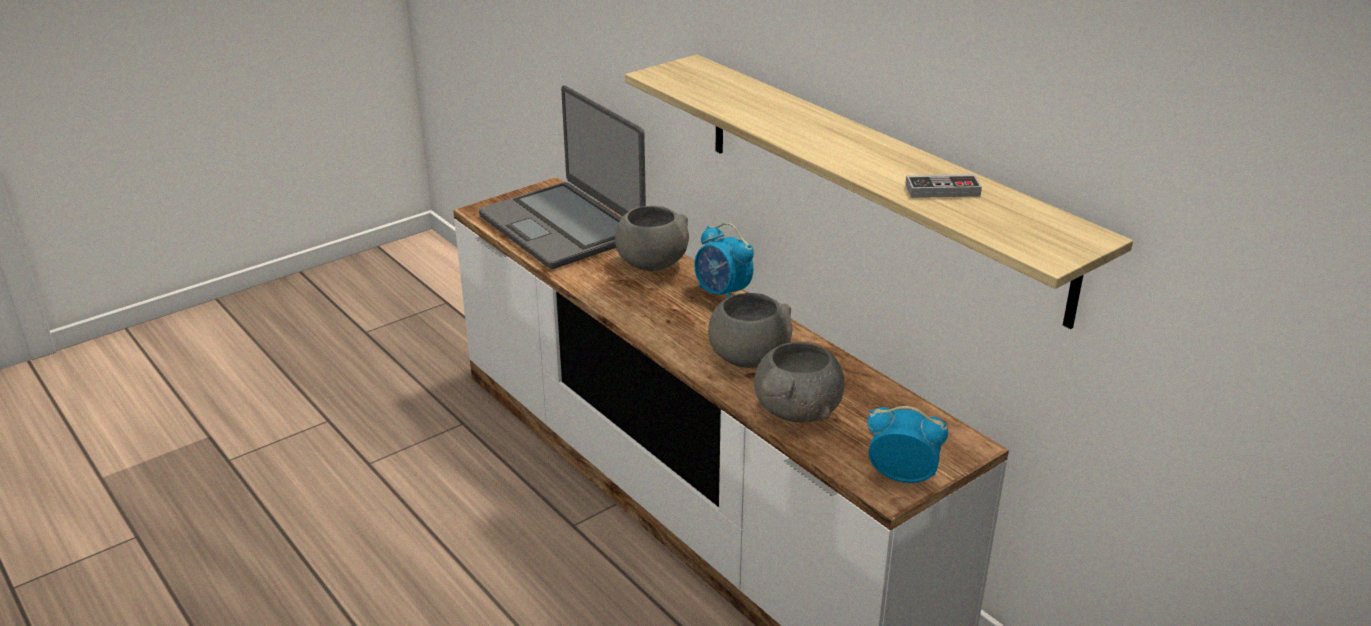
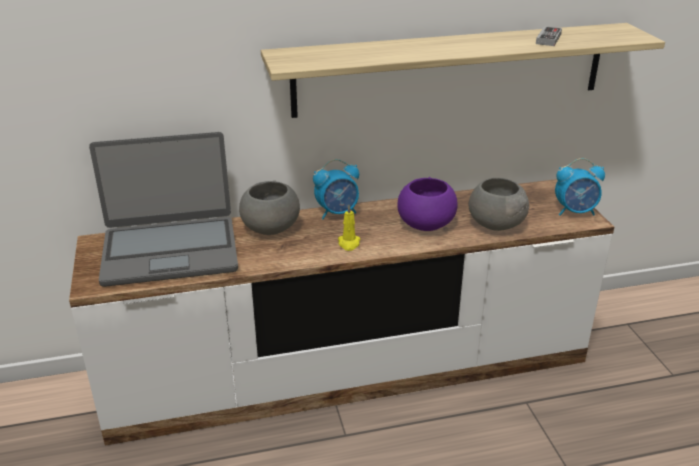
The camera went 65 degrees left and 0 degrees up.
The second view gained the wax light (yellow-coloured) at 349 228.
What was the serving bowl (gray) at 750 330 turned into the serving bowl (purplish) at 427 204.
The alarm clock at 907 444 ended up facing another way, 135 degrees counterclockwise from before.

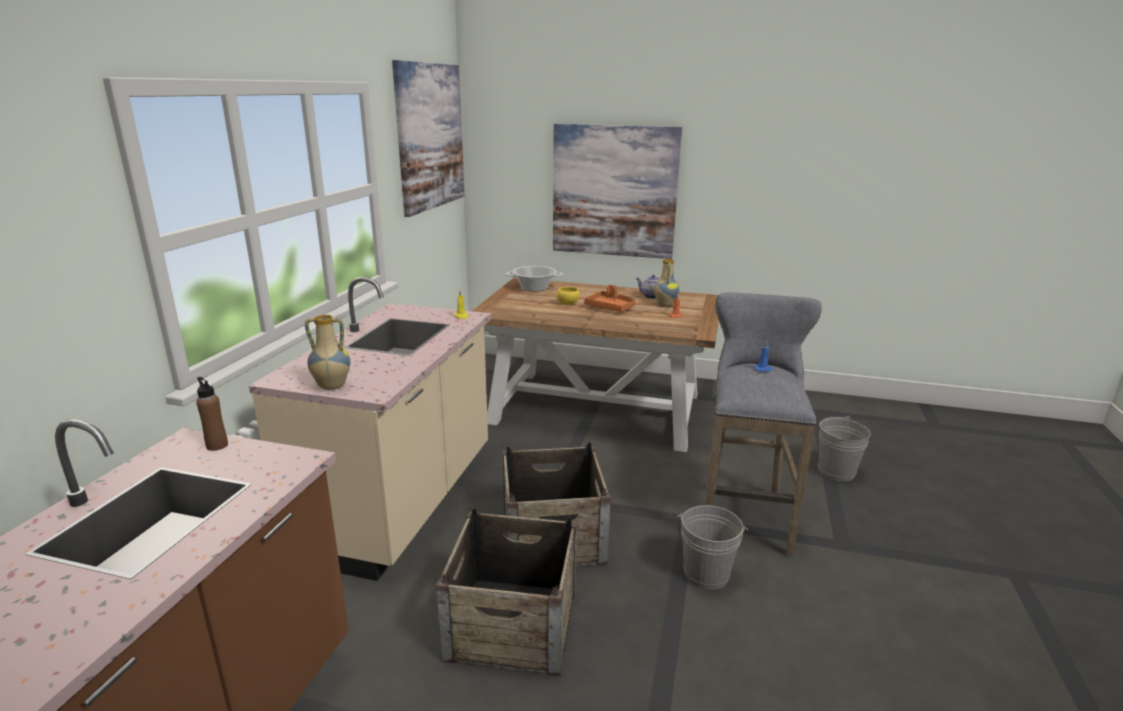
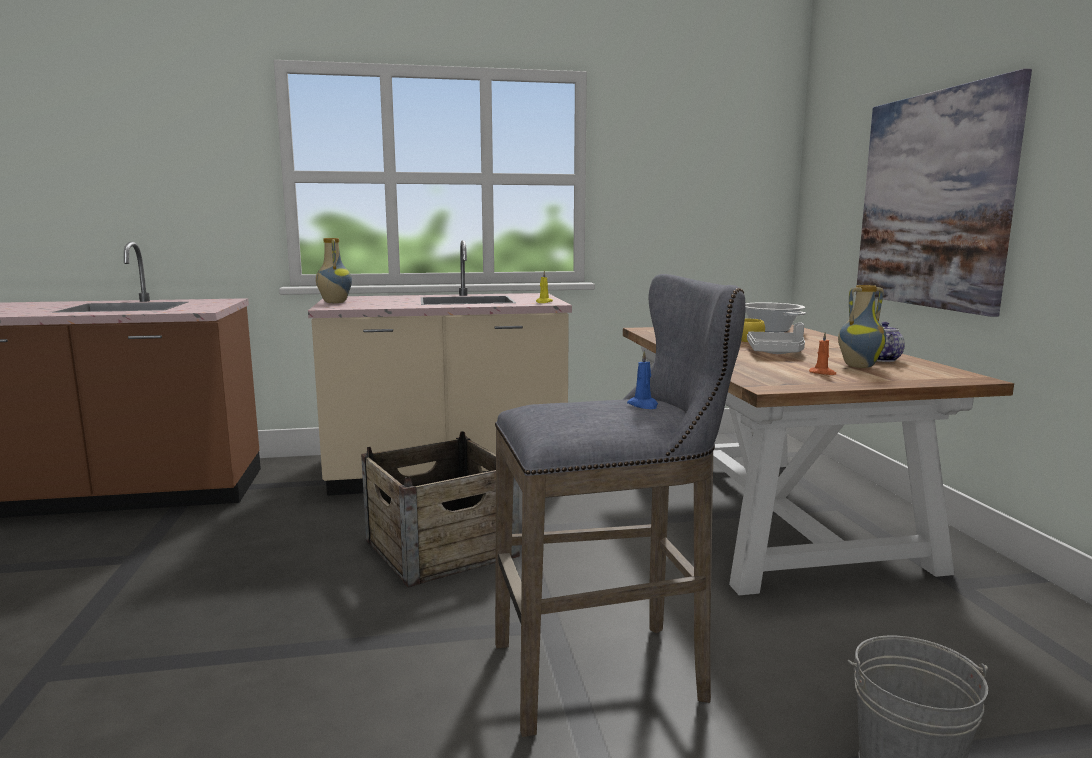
The camera went 65 degrees right and 10 degrees down.
The second view lost the bottle (brown-coloured) at 212 414.
The second view lost the wall art at 428 138.
The second view lost the packing crate at 506 592.
The second view lost the pail (gray) at 712 547.
What was the serving tray (orange) at 610 298 turned into the serving tray (gray) at 776 338.

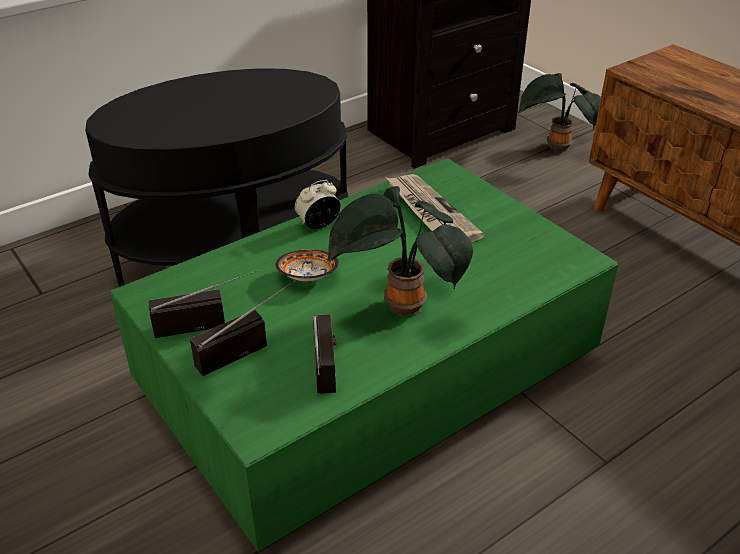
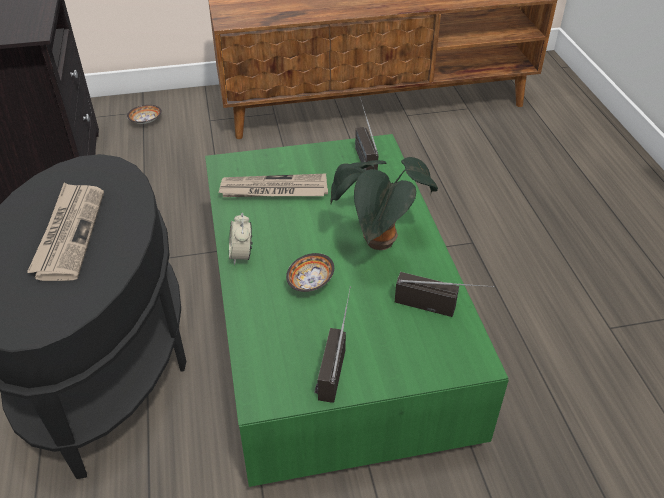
The camera went 65 degrees left and 5 degrees up.
The second view gained the newspaper at 65 232.
The radio receiver ended up elsewhere, having gone from 243 328 to 366 133.
Where the plant in a pot stood at 559 112, the serving bowl came to stand at 144 114.

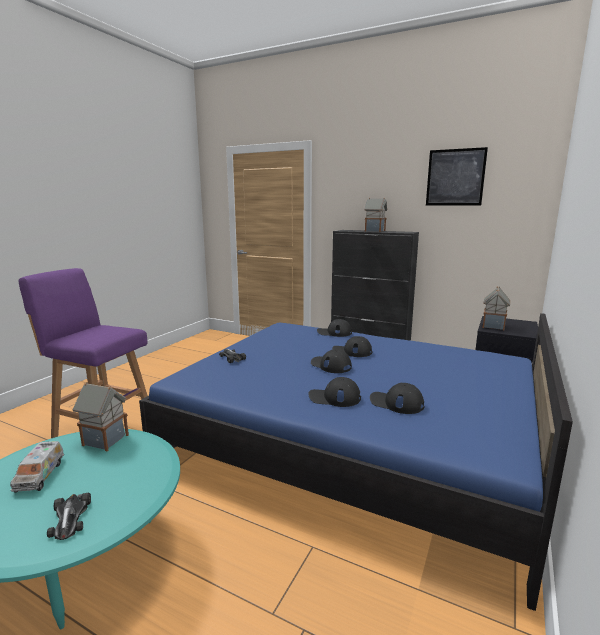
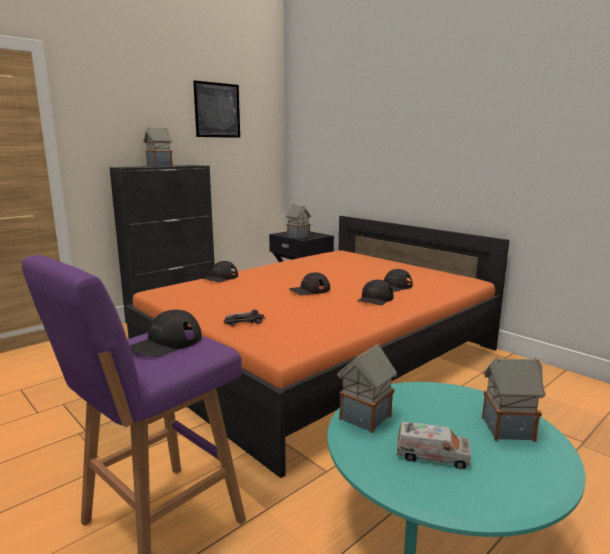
The camera went 70 degrees left and 0 degrees up.
The peaked cap (black-coloured) ended up elsewhere, having gone from 352 346 to 165 333.
Where the toy car stood at 69 516, the miniature house came to stand at 514 399.
What was the bedroom bed (bluish) at 356 462 turned into the bedroom bed (orange) at 317 347.

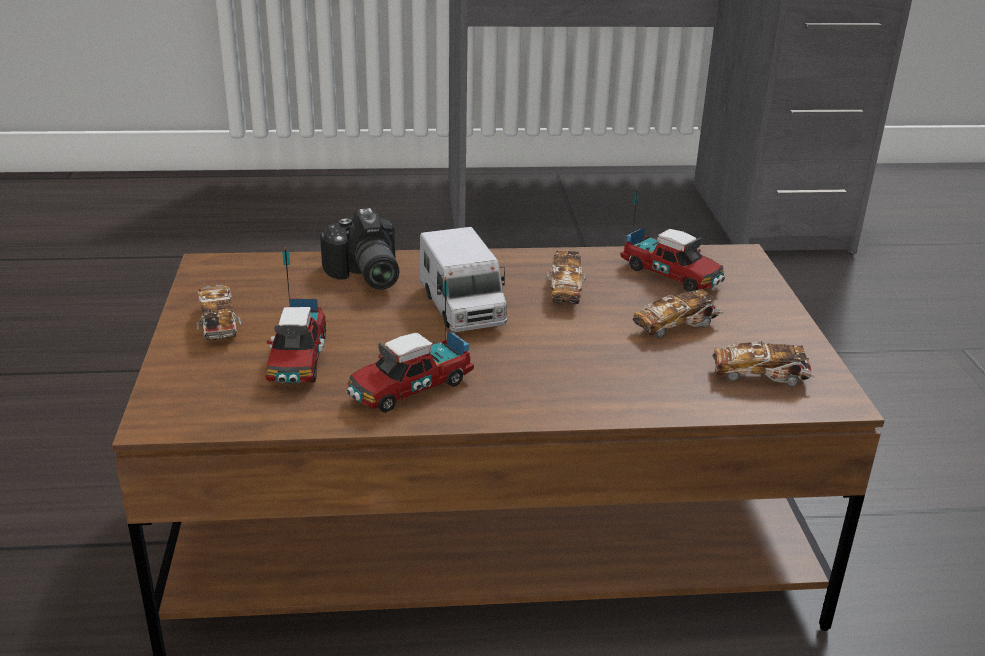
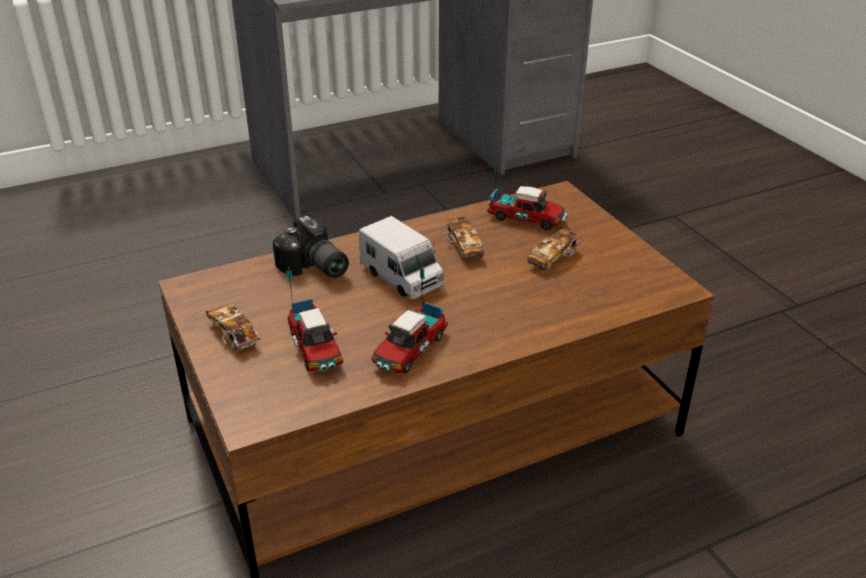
The camera went 20 degrees left and 5 degrees up.
The second view lost the toy car at 764 364.

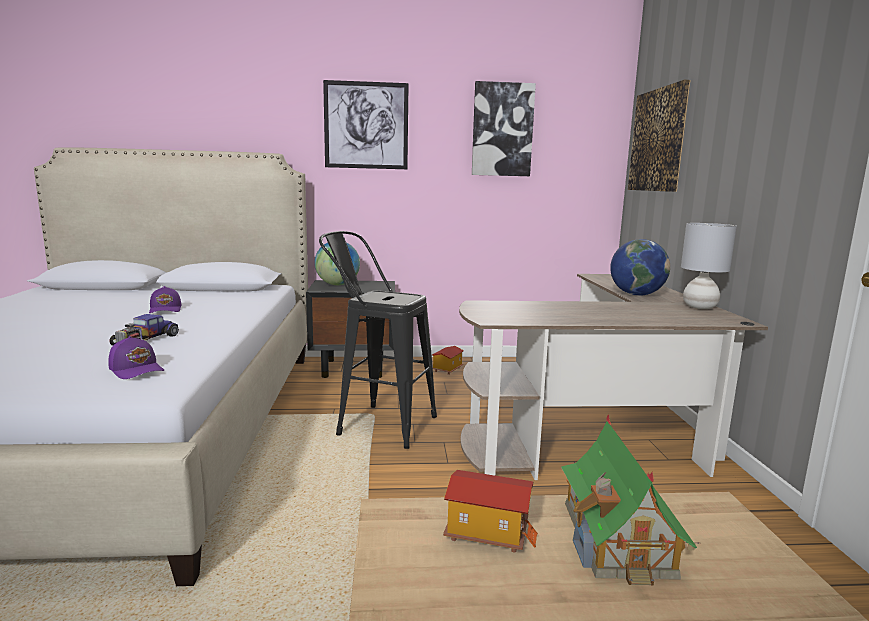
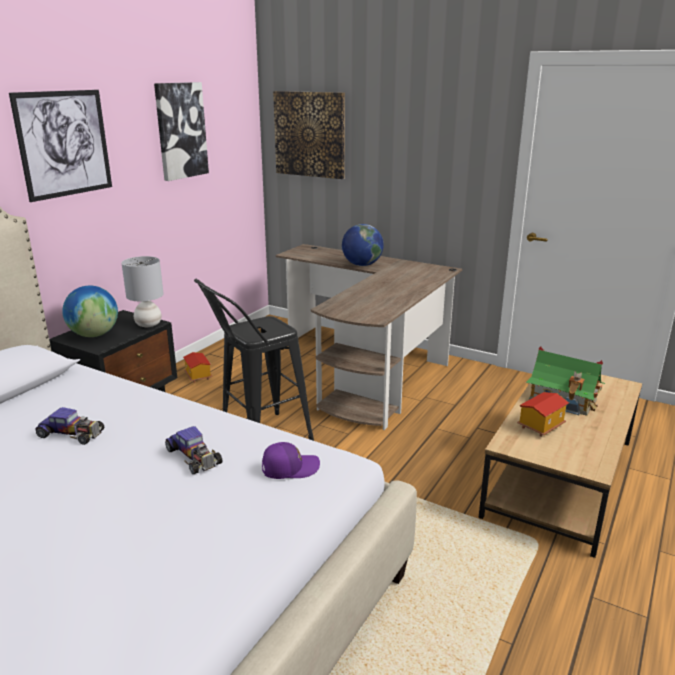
The camera went 55 degrees left and 10 degrees up.
The lamp for a table (gray) ended up elsewhere, having gone from 709 266 to 142 291.
Where the peaked cap (purplish) stood at 165 299, the toy car came to stand at 69 426.

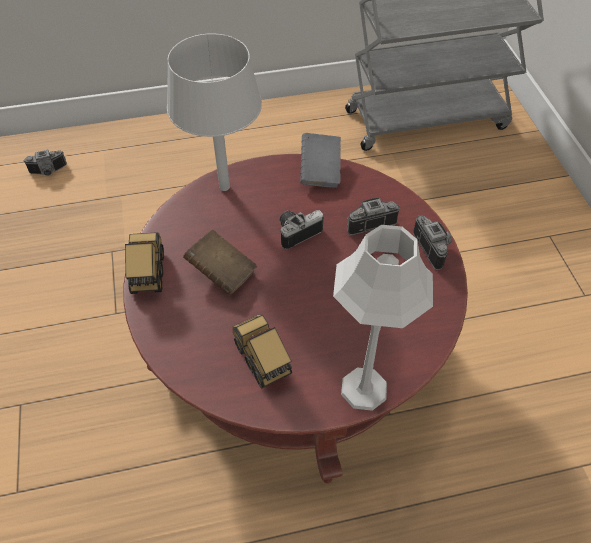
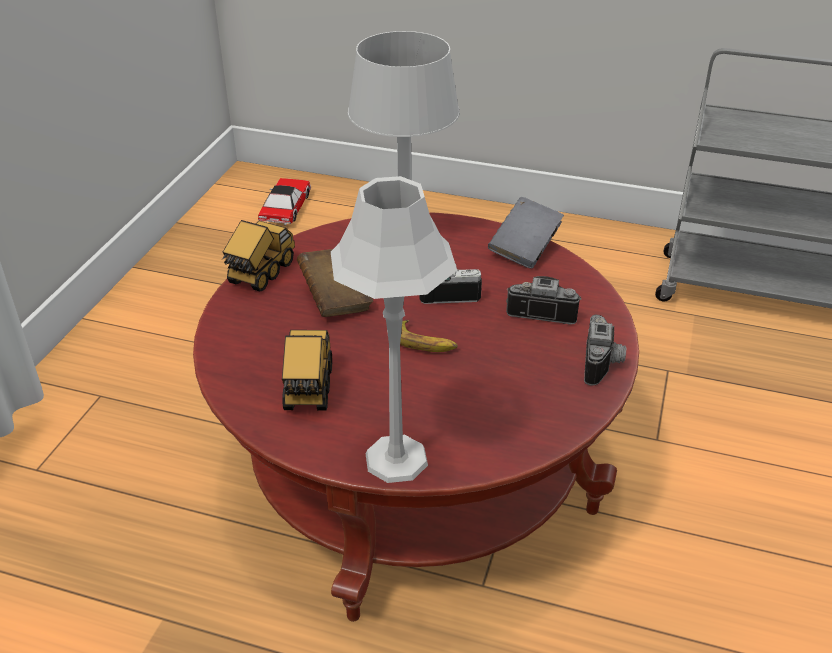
The camera went 30 degrees right and 15 degrees down.
The second view gained the banana fruit at 429 336.
Where the photo camera stood at 45 163, the toy car came to stand at 284 201.

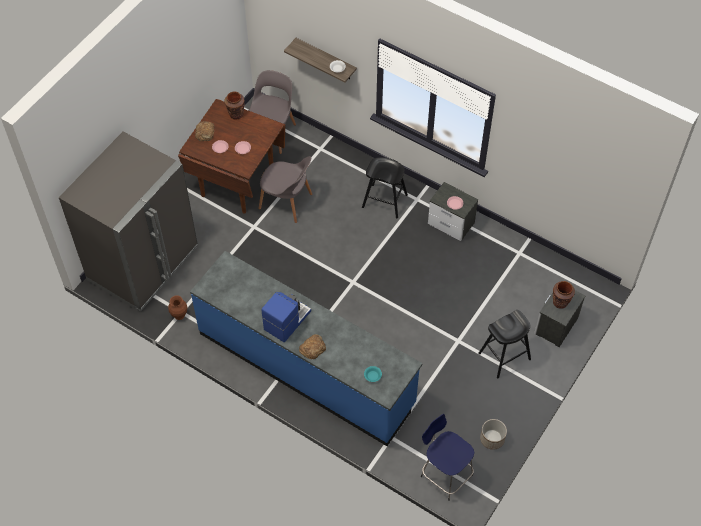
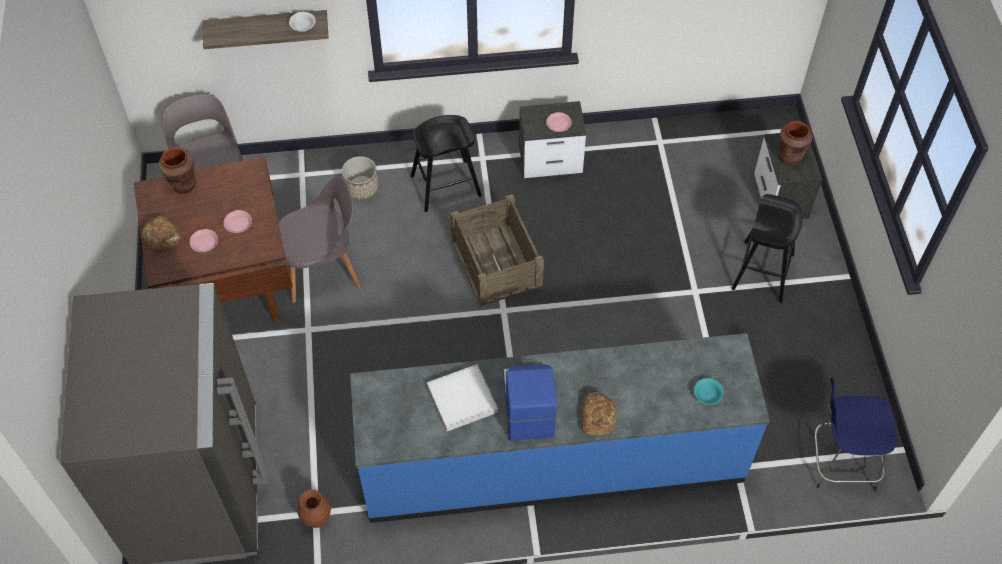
The camera went 40 degrees left and 0 degrees up.
The second view gained the serving tray (white-coloured) at 462 397.
The second view gained the packing crate at 497 250.
The flower pot ended up elsewhere, having gone from 493 434 to 360 178.

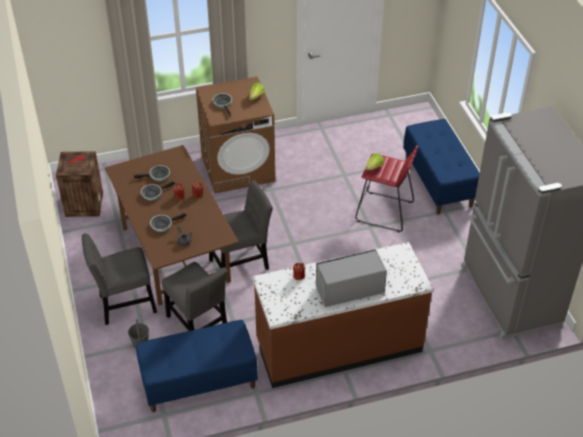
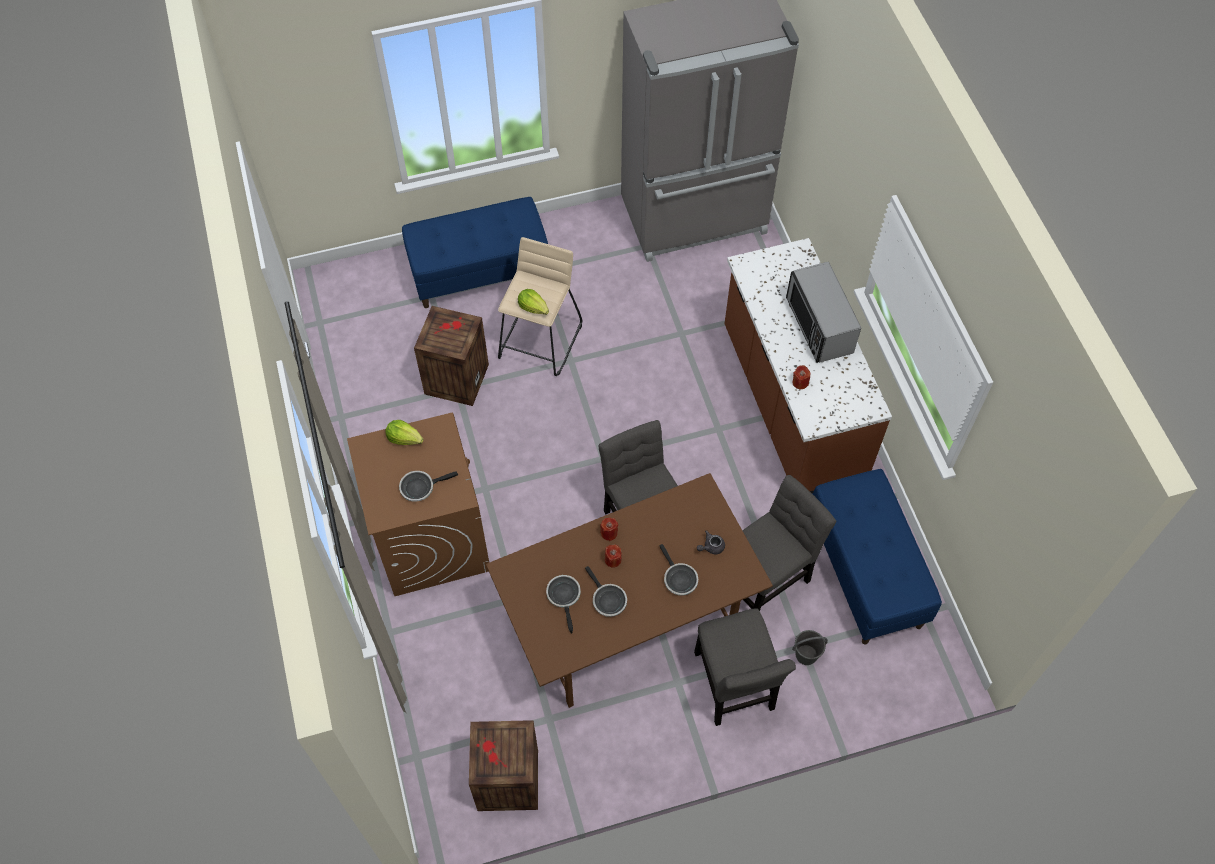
The camera went 90 degrees left and 15 degrees up.
The second view gained the packing crate at 451 356.
What was the stool (red) at 386 188 turned into the stool (sand-coloured) at 540 306.

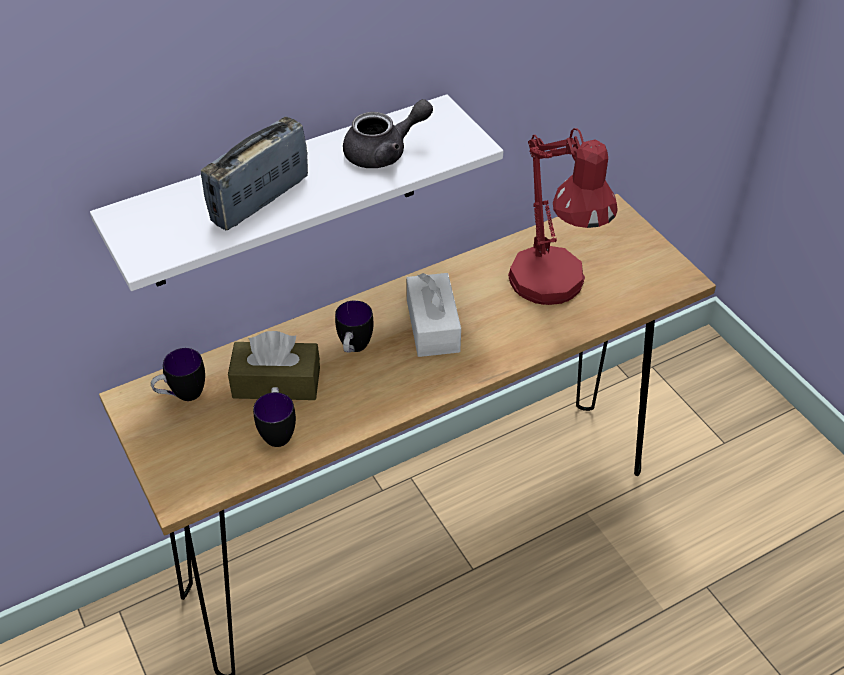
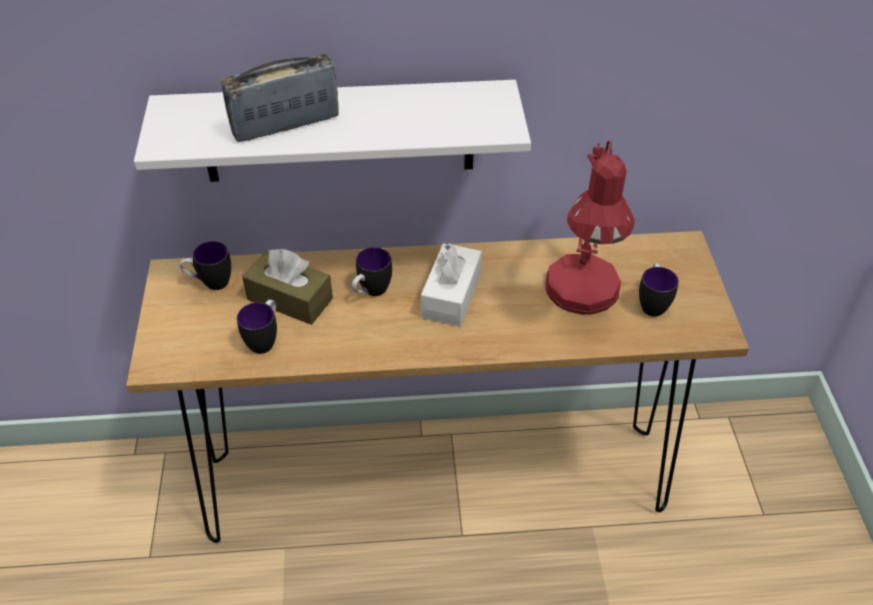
The camera went 25 degrees right and 0 degrees up.
The second view lost the teapot (gray) at 388 133.
The second view gained the coffee mug at 659 290.

